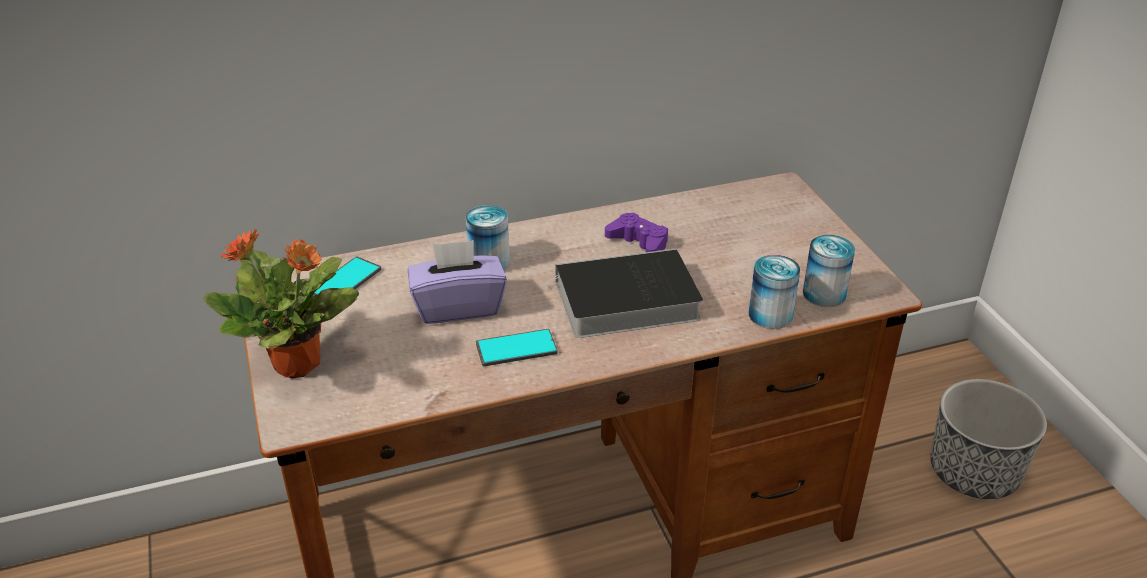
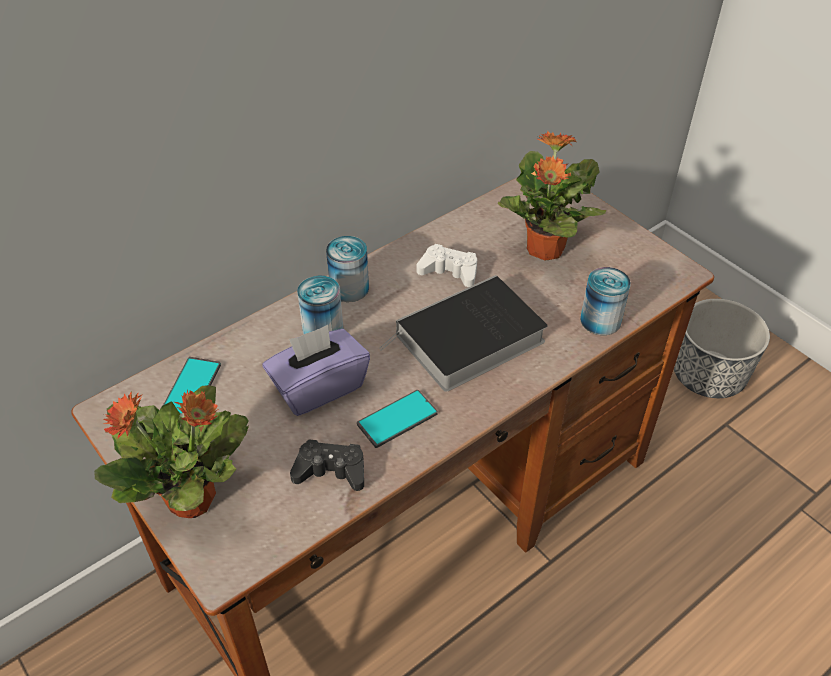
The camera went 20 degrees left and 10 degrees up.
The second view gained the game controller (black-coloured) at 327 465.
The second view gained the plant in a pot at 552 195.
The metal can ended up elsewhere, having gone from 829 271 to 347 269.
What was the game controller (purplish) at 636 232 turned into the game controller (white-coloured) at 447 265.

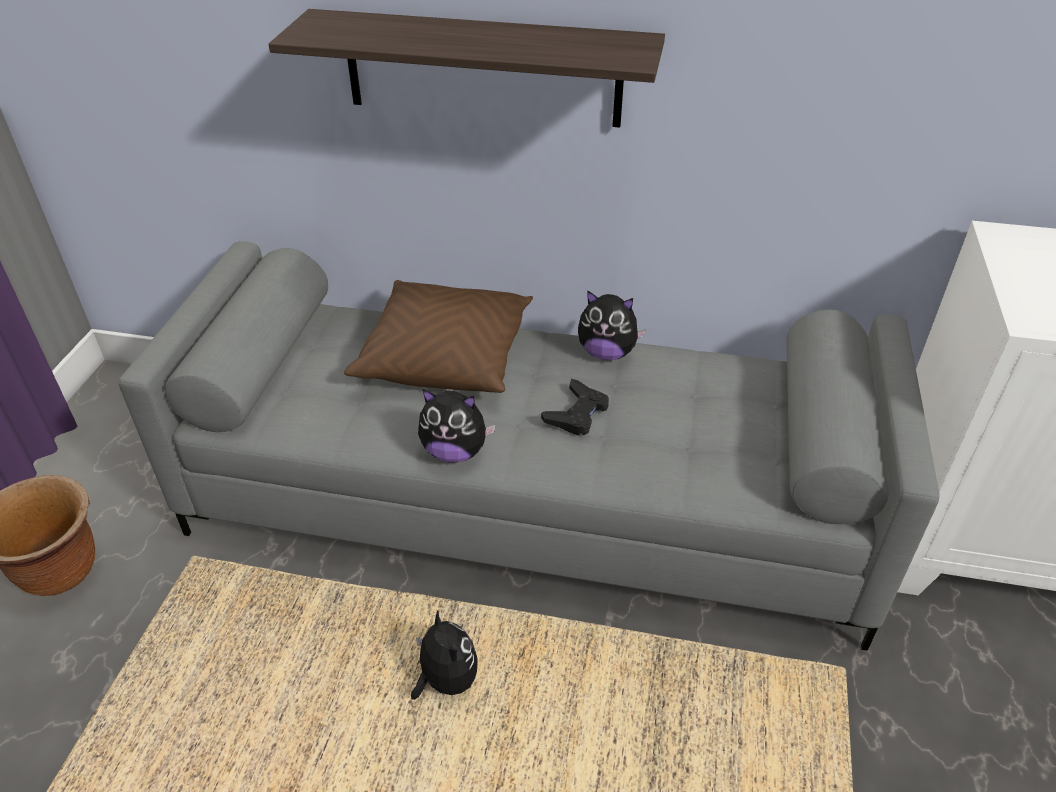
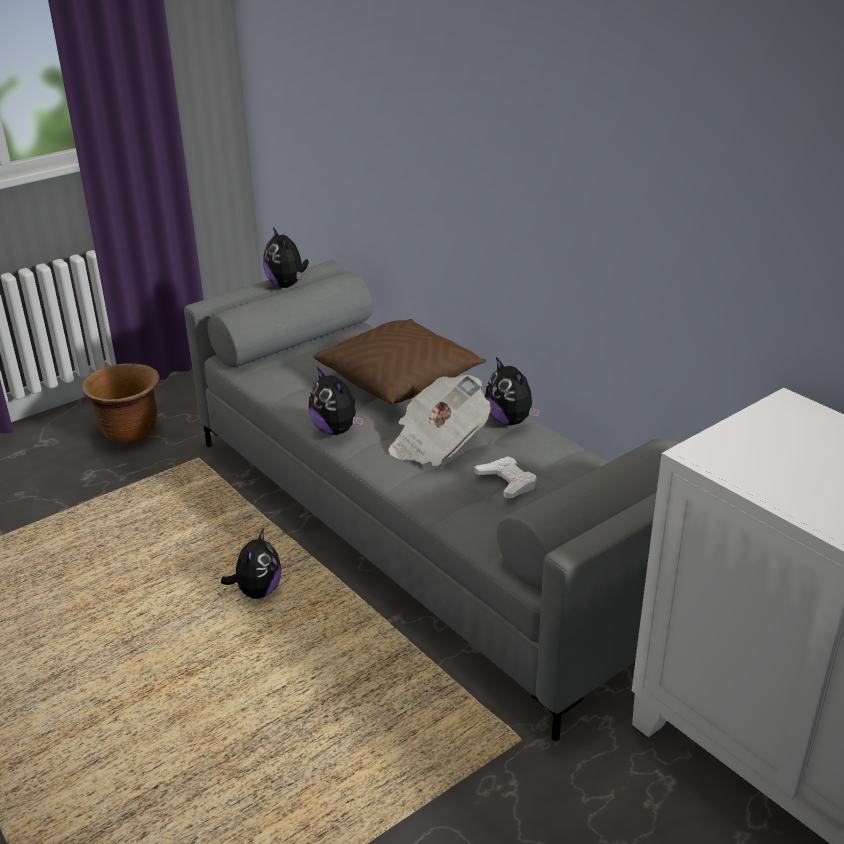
The camera went 40 degrees right and 10 degrees down.
The second view lost the wall shelf at 466 68.
The second view gained the plush toy at 286 257.
The second view gained the game controller (white-coloured) at 505 477.
Where the game controller (black-coloured) stood at 575 407, the newspaper came to stand at 439 420.

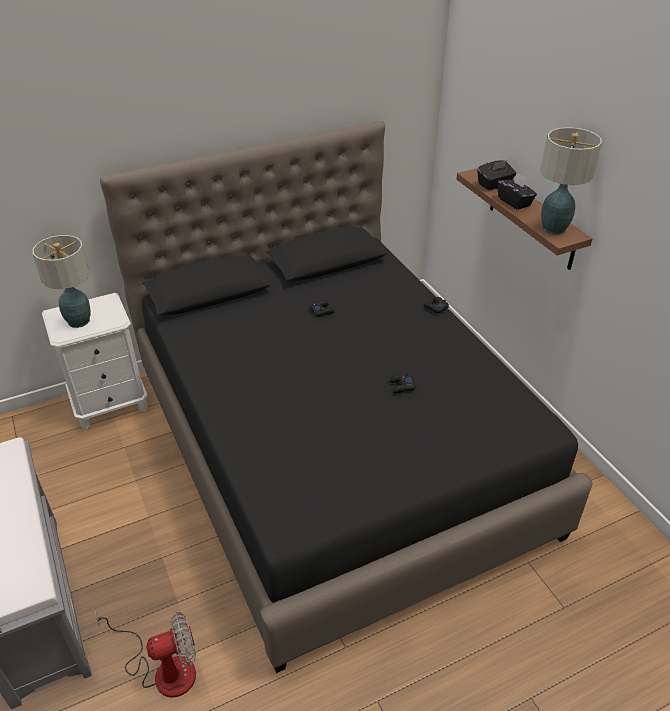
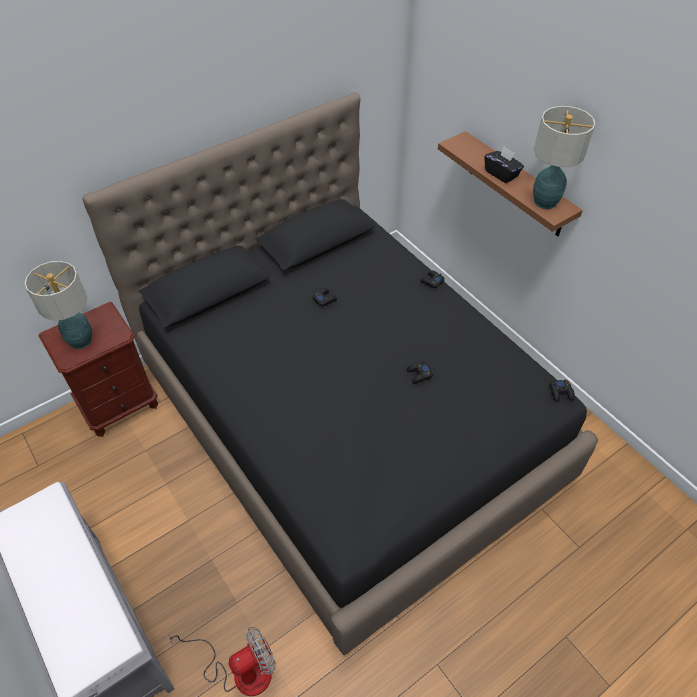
The camera went 10 degrees left and 10 degrees up.
The second view lost the tissue holder (black-coloured) at 496 175.
The second view gained the game controller (black-coloured) at 562 391.
What was the nightstand (white-coloured) at 95 361 turned into the nightstand (brown-coloured) at 98 369.

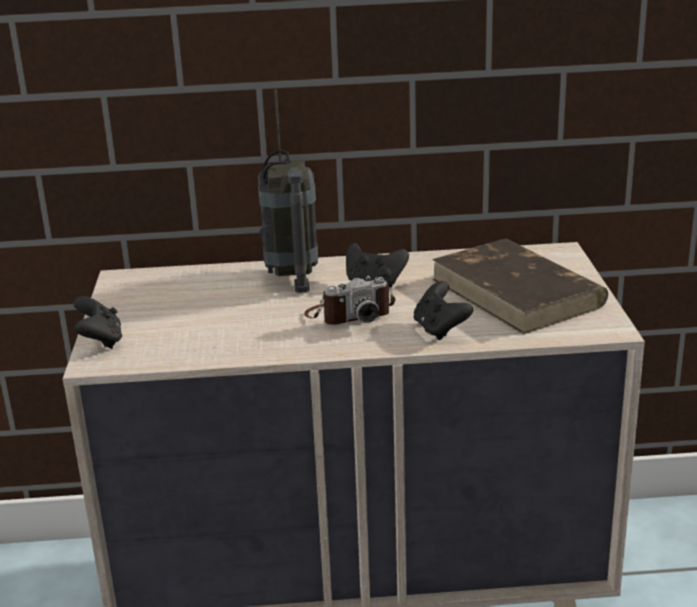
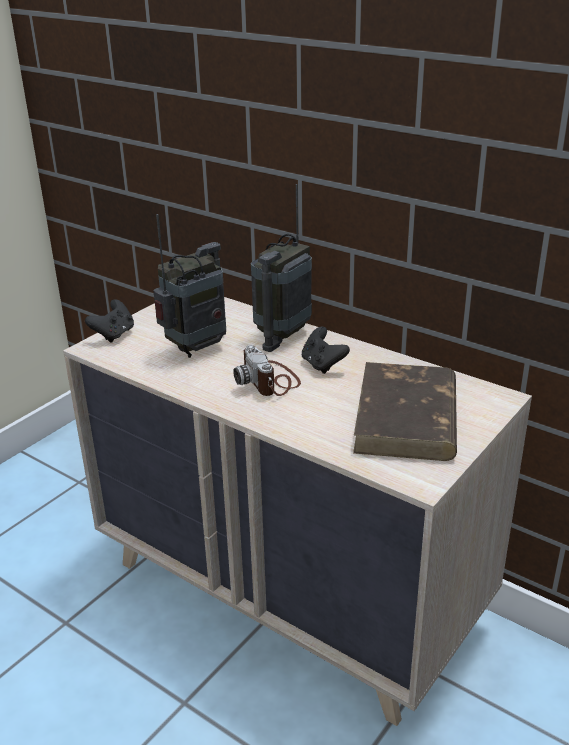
The camera went 40 degrees right and 5 degrees up.
The second view lost the game controller (black-coloured) at 443 310.
The second view gained the radio receiver at 189 286.
The photo camera at 349 301 ended up facing another way, 45 degrees clockwise from before.

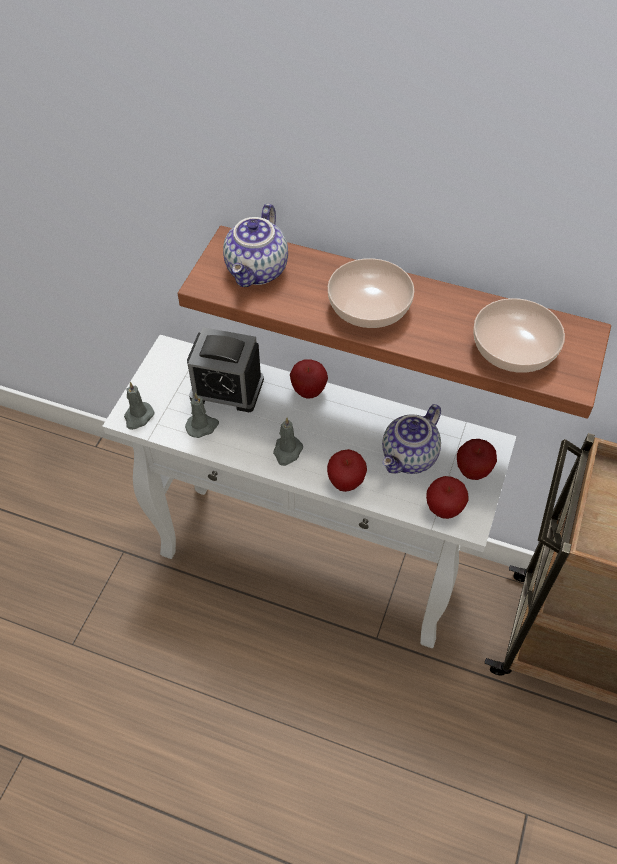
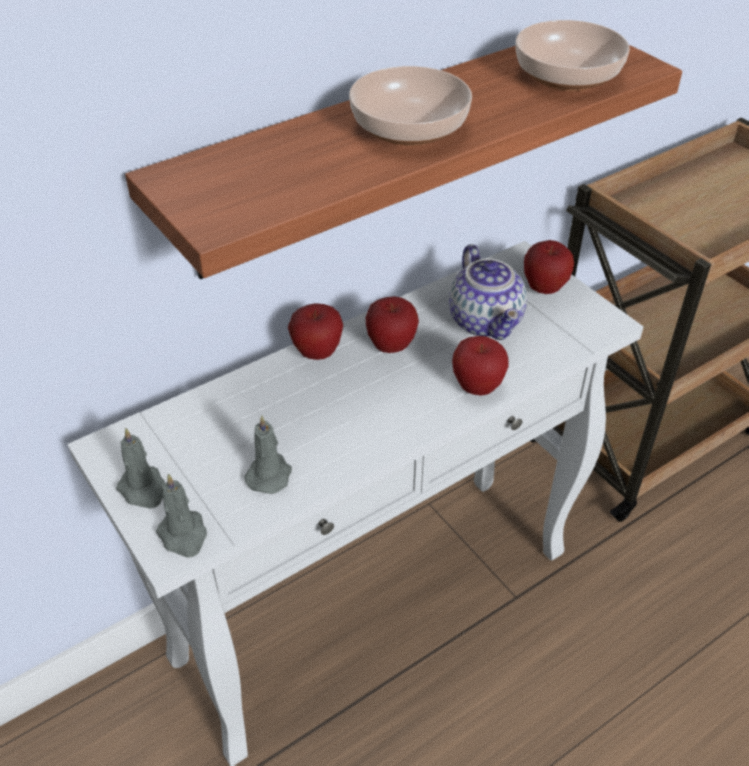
The camera went 55 degrees left and 10 degrees down.
The second view lost the alarm clock at 225 369.
The second view lost the teapot at 255 245.
The wax light (gray) ended up elsewhere, having gone from 288 442 to 140 468.
The whole apple ended up elsewhere, having gone from 447 497 to 392 324.

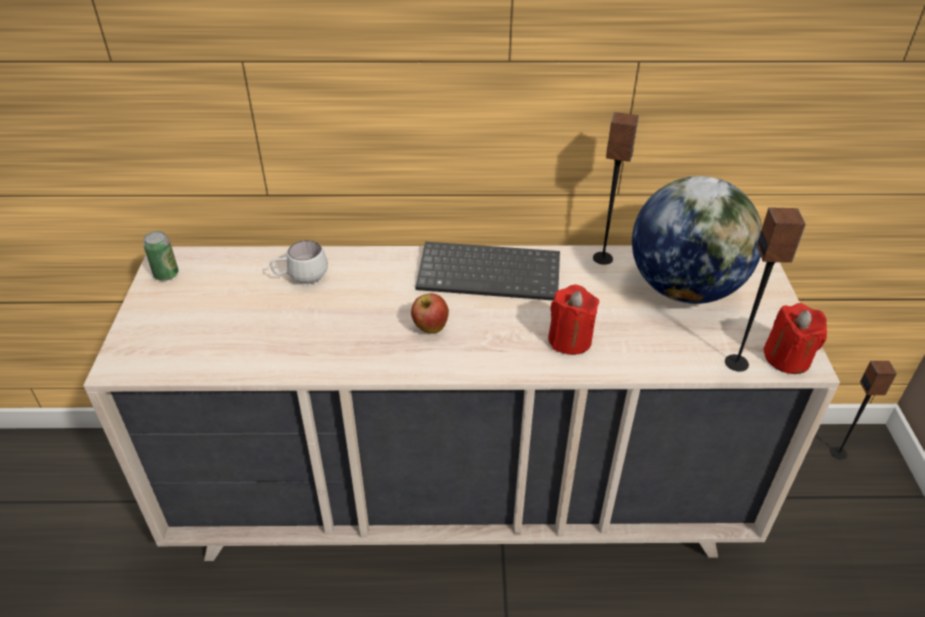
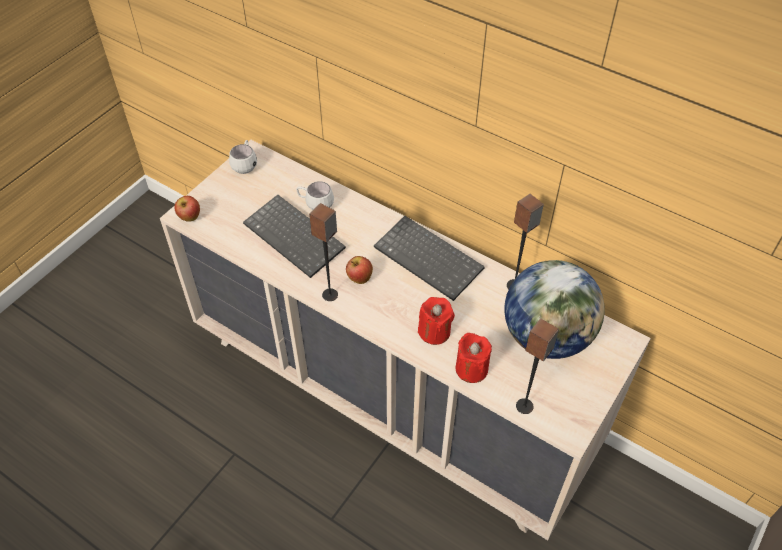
The camera went 35 degrees right and 10 degrees up.
The second view gained the whole apple at 187 209.
The second view gained the keyboard at 294 236.
The wax light (red) ended up elsewhere, having gone from 795 338 to 474 358.
The audio speaker ended up elsewhere, having gone from 864 410 to 323 252.
Where the metal can stood at 161 256, the coffee mug (white-coloured) came to stand at 243 157.

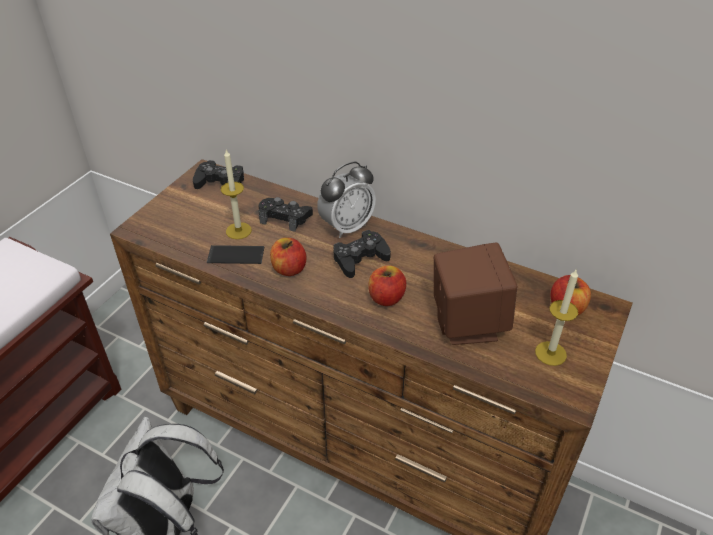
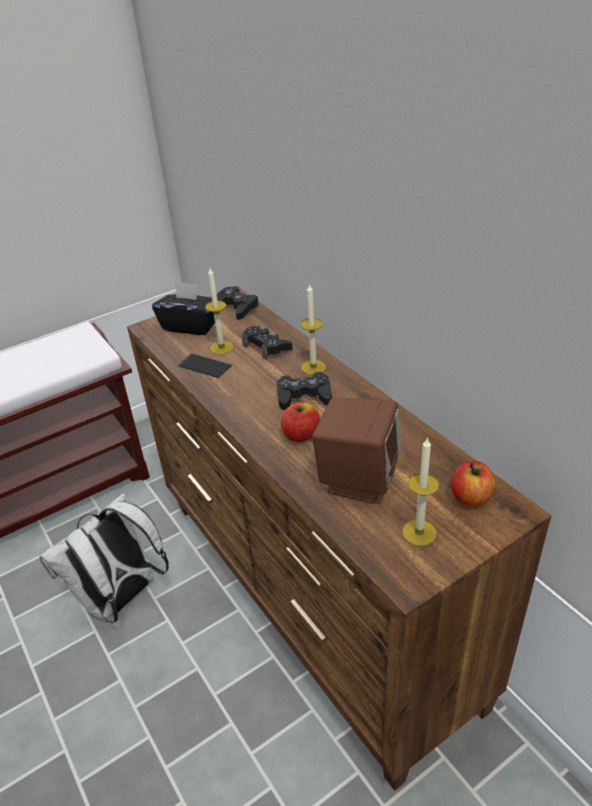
The camera went 30 degrees right and 5 degrees down.
The second view lost the whole apple at 288 257.
The second view gained the tissue holder (black-coloured) at 186 308.
Where the alarm clock stood at 346 200, the wax light came to stand at 313 329.

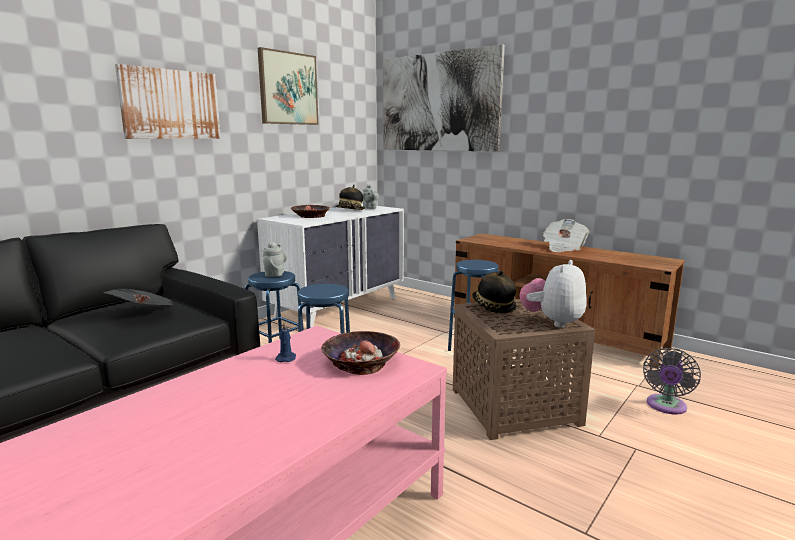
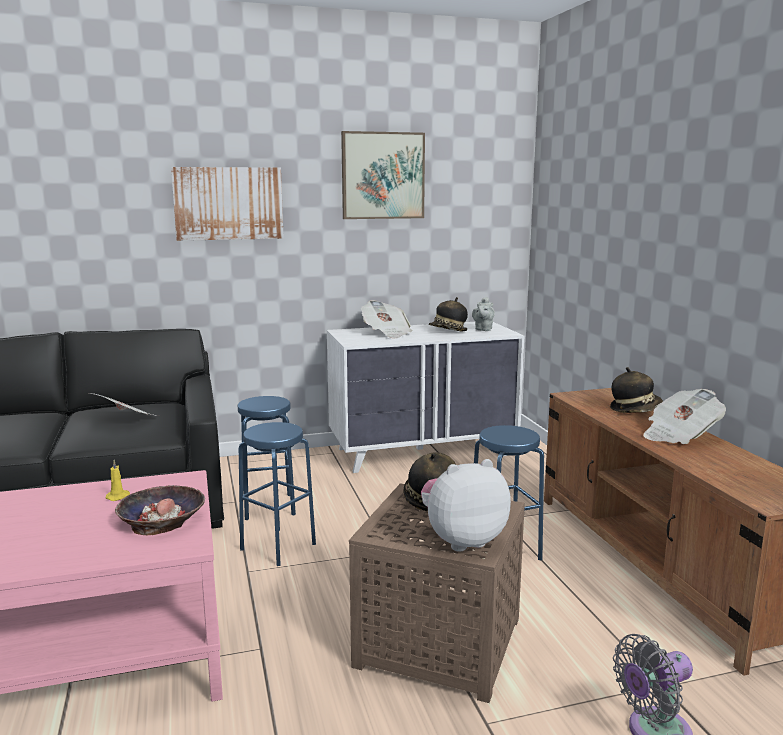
The camera went 35 degrees right and 0 degrees up.
The second view lost the teapot (gray) at 275 259.
The second view lost the wall art at 444 98.
The second view gained the clothing hat at 636 390.
Where the serving bowl stood at 310 211, the newspaper came to stand at 387 319.
What was the wax light (bluish) at 285 342 turned into the wax light (yellow-coloured) at 118 480.

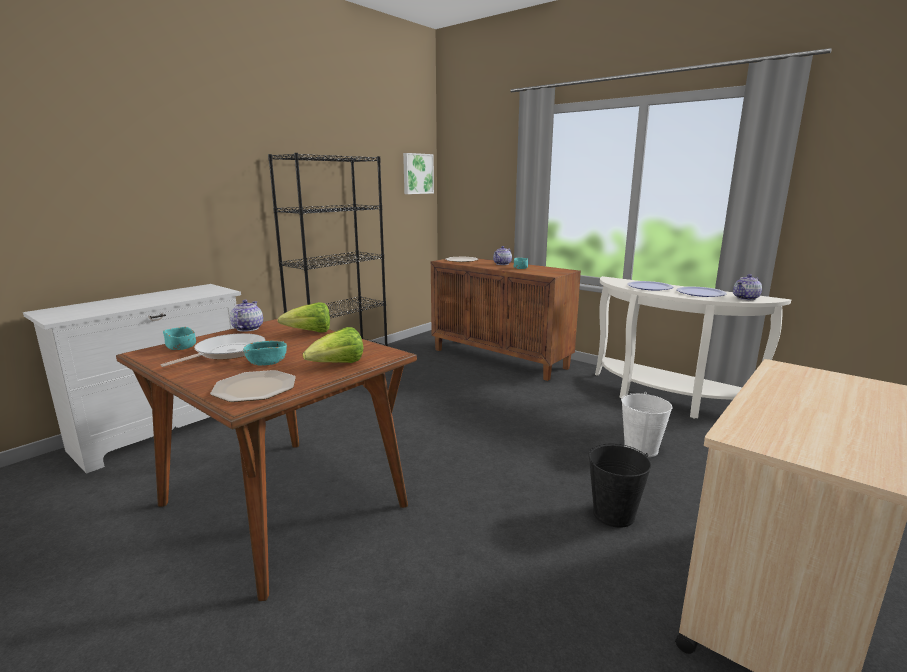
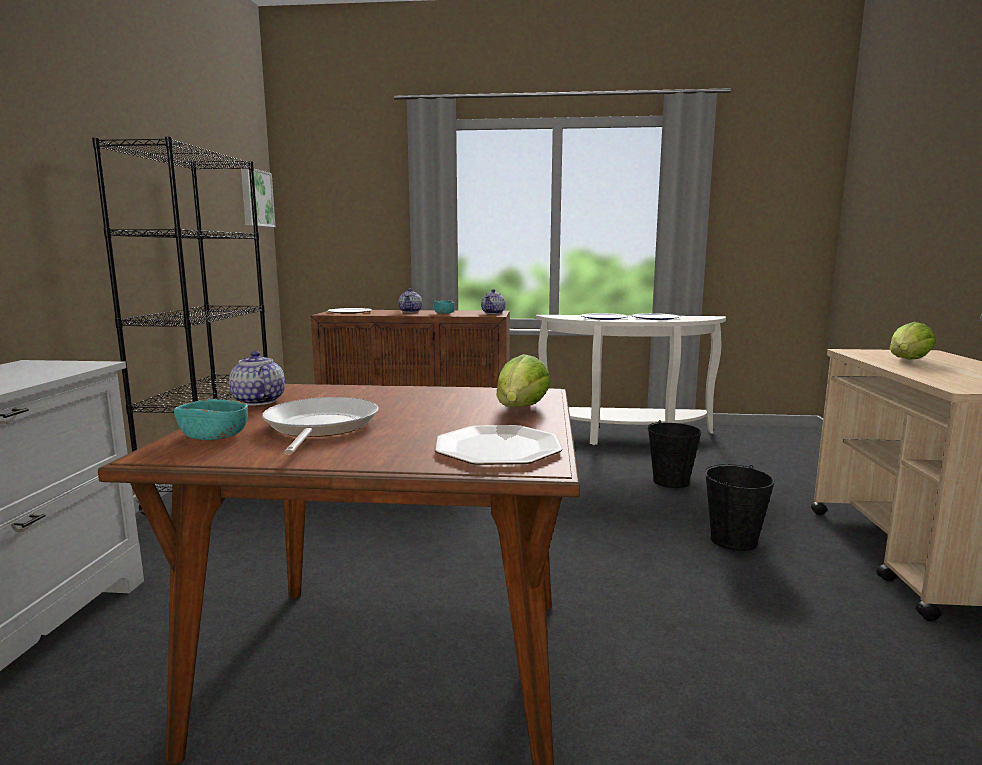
The camera went 35 degrees left and 5 degrees down.
The second view lost the serving bowl (blue-green) at 265 353.
The lettuce ended up elsewhere, having gone from 303 317 to 913 341.
The teapot ended up elsewhere, having gone from 747 287 to 493 301.
What was the pail (white-coloured) at 646 424 turned into the pail (black-coloured) at 674 454.

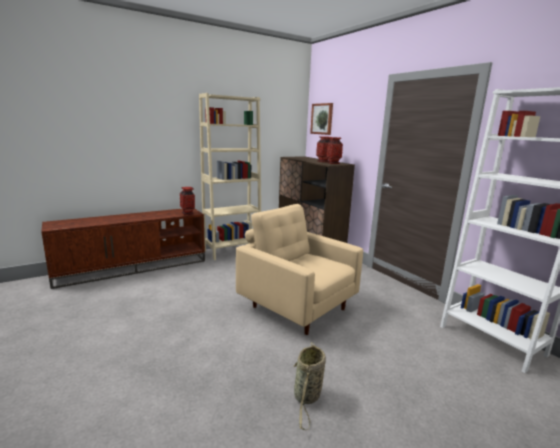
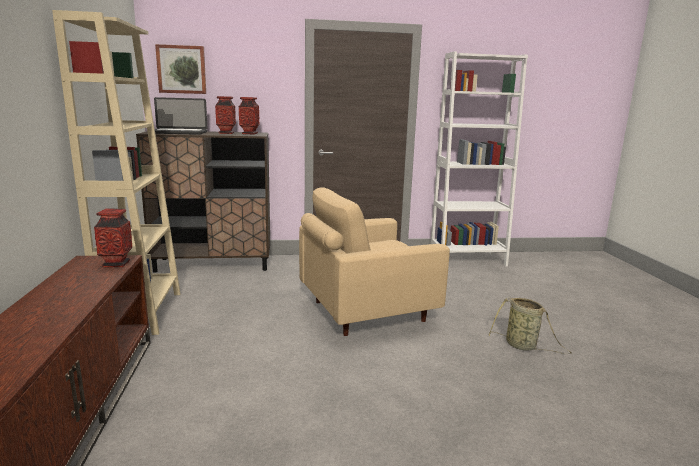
The camera went 65 degrees left and 0 degrees up.
The second view gained the laptop at 180 116.

